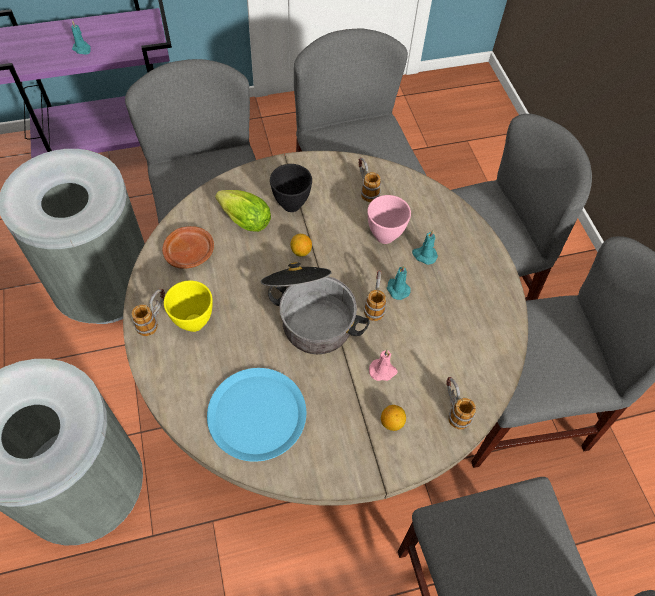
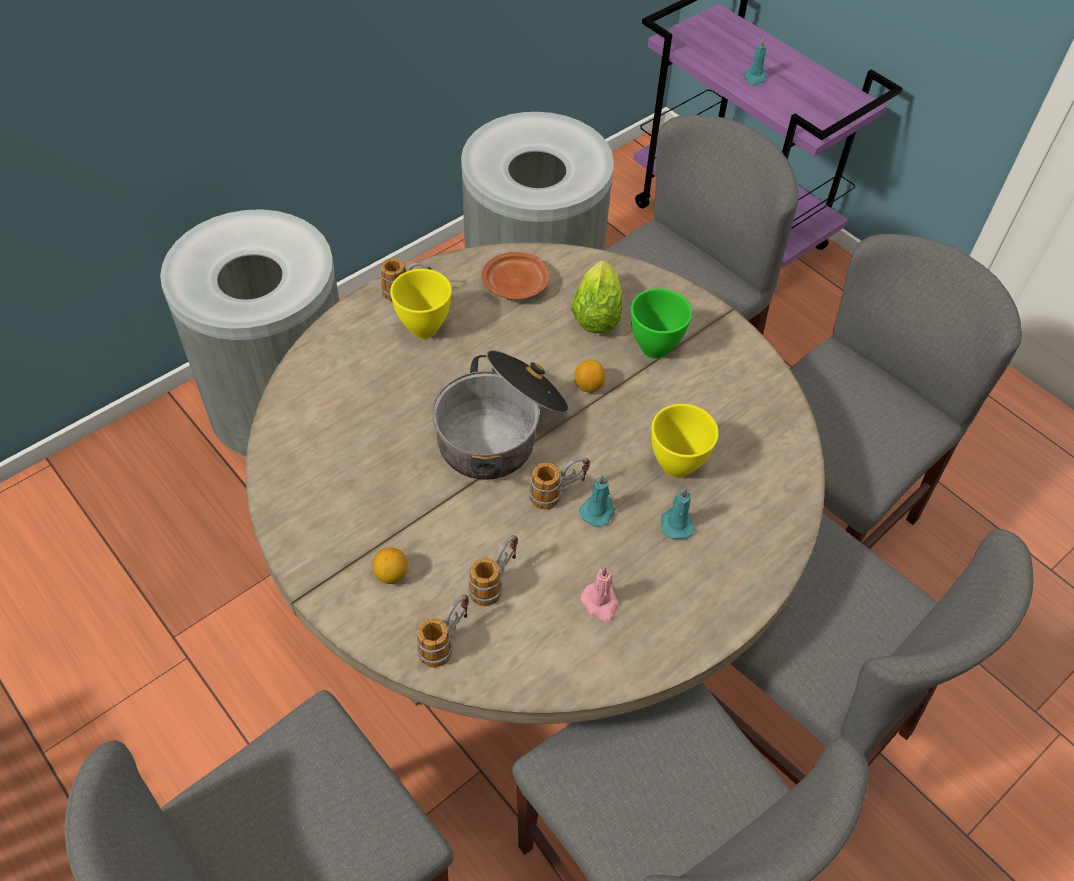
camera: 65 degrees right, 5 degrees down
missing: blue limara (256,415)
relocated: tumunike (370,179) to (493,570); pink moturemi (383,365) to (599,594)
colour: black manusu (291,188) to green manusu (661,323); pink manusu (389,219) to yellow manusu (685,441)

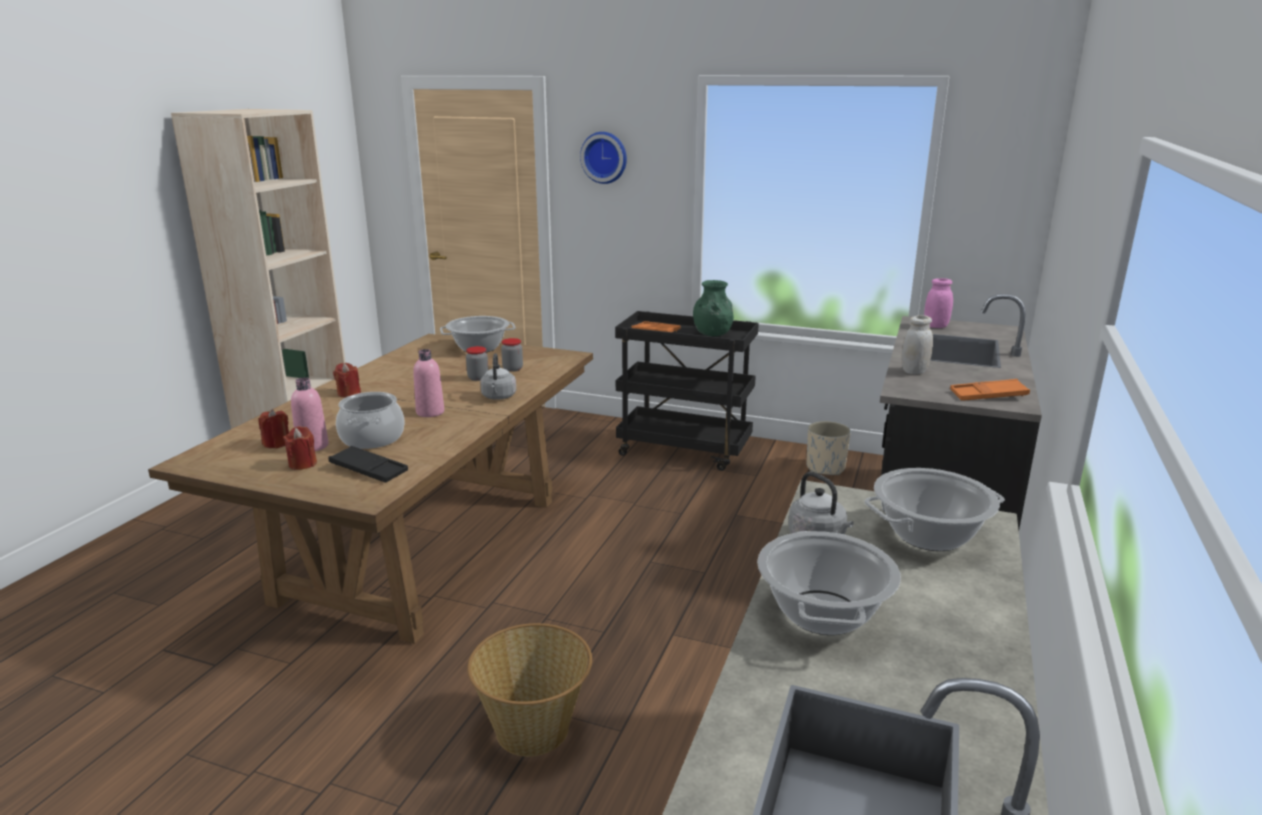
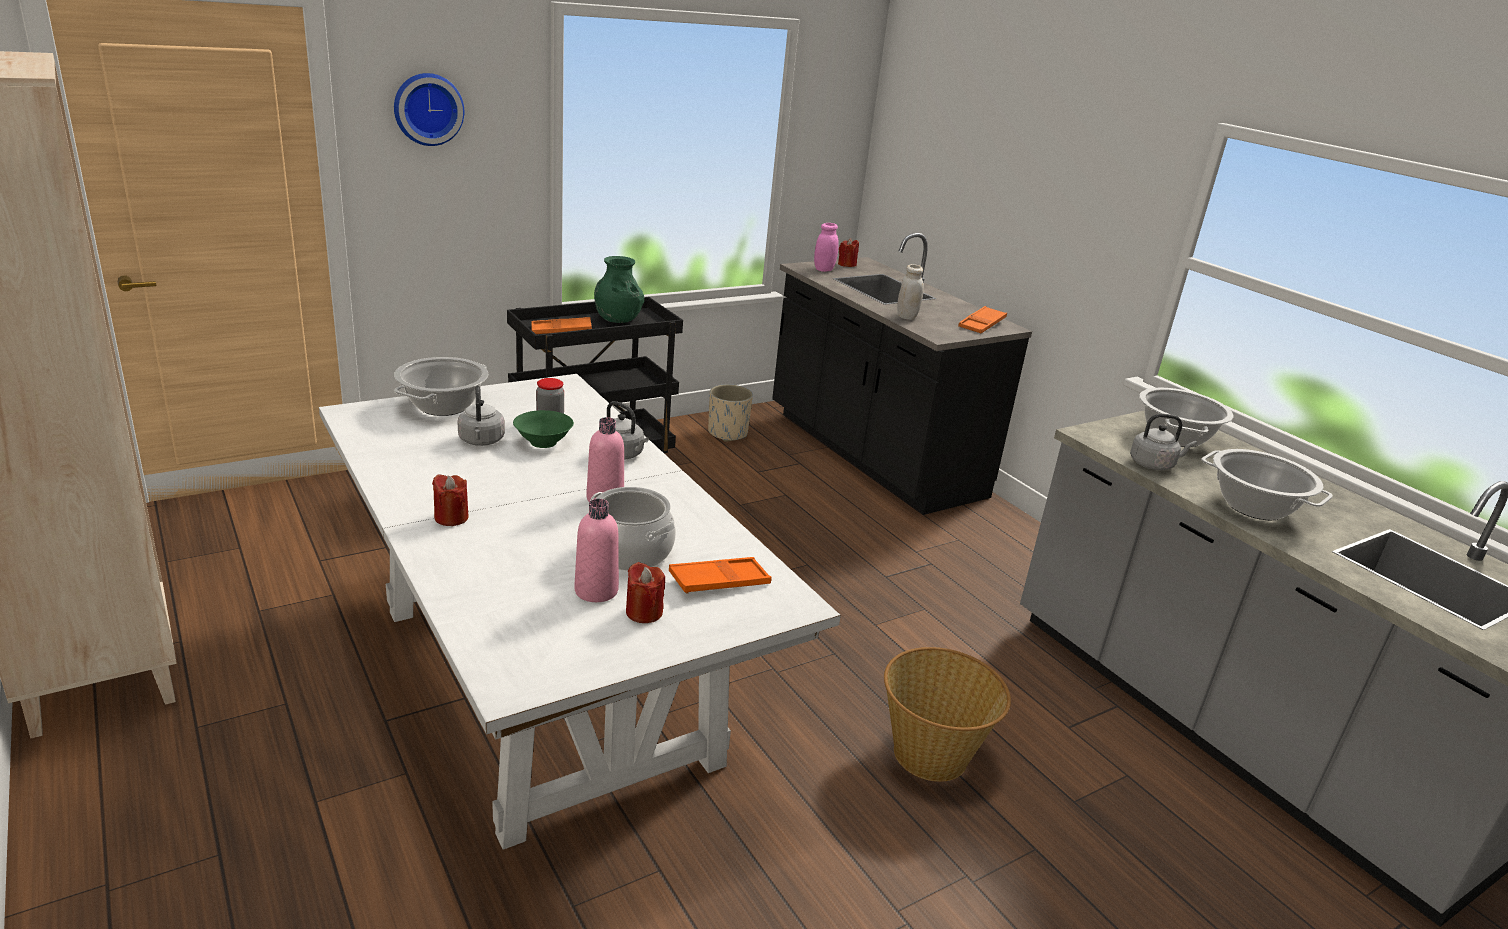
camera: 55 degrees left, 5 degrees up
appeared: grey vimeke (481,415)
relocated: red moturemi (273,428) to (848,252)
exchanged: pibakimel (477,363) to green manusu (543,429)
colour: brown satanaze (370,489) to white satanaze (580,612); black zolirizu (368,464) to orange zolirizu (720,575)

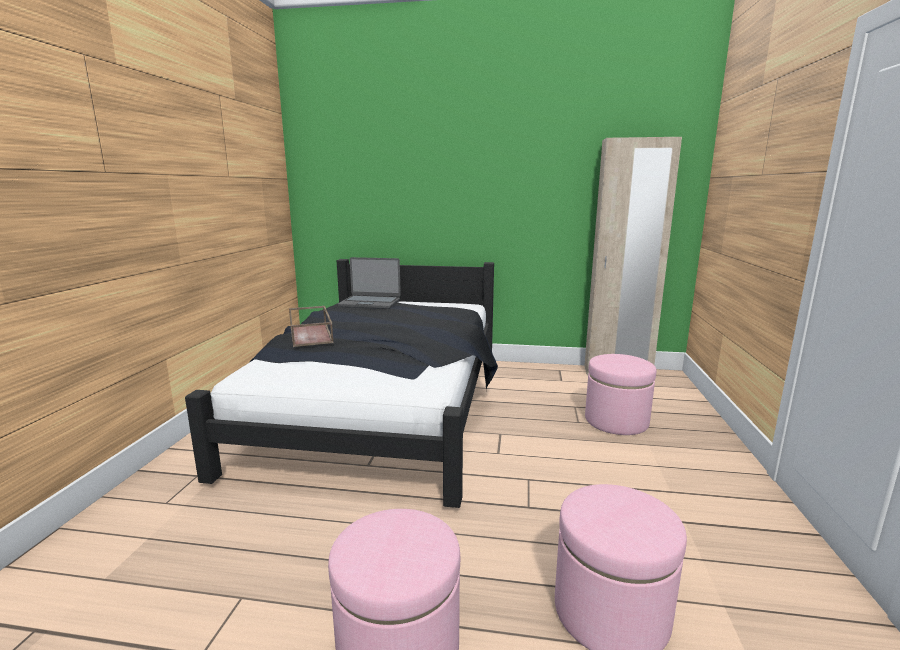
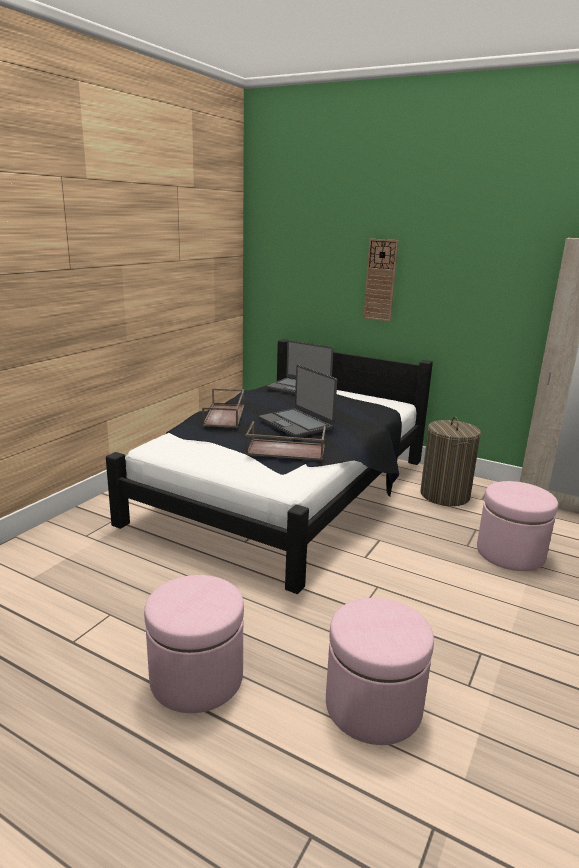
camera: 20 degrees right, 5 degrees up
appeared: brown zolirizu (285,441); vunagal (297,401); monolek (380,280); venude (450,461)

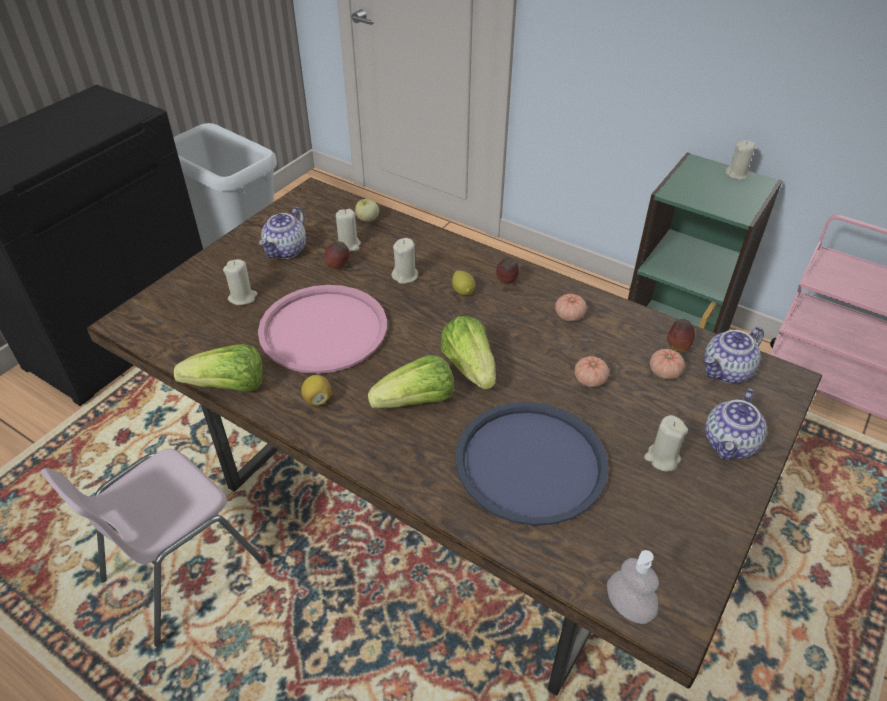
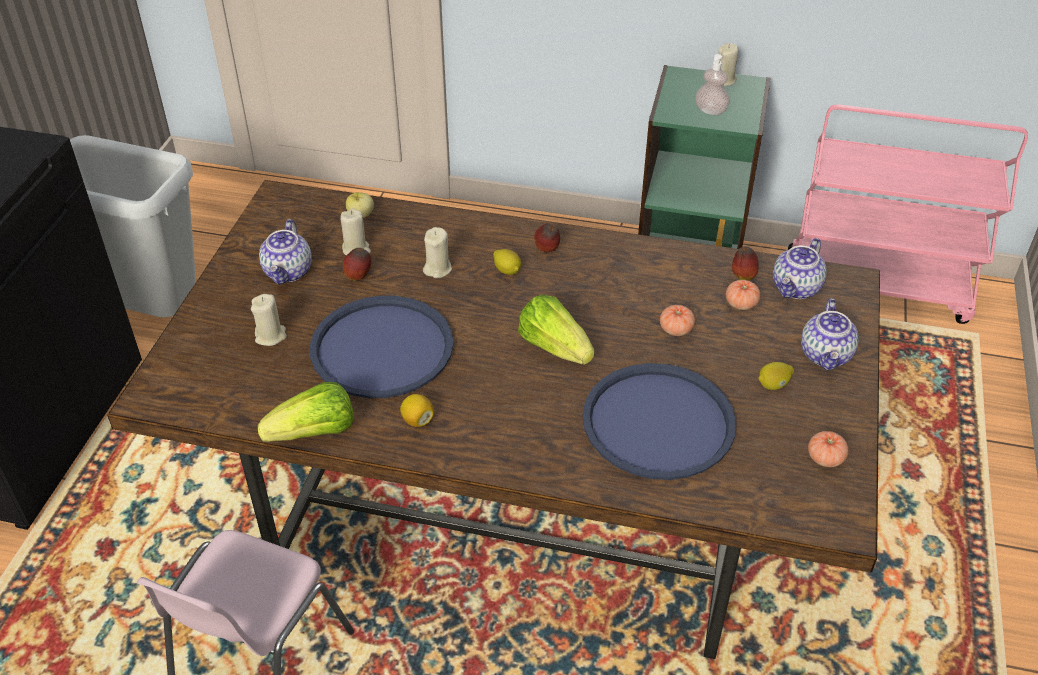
camera: 20 degrees left, 0 degrees up
missing: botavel (411,381)
relocated: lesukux (571,307) to (828,449); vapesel (633,587) to (712,84)
exchanged: beige moturemi (666,443) to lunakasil (776,376)
colour: pink zolirizu (322,329) to blue zolirizu (382,347)

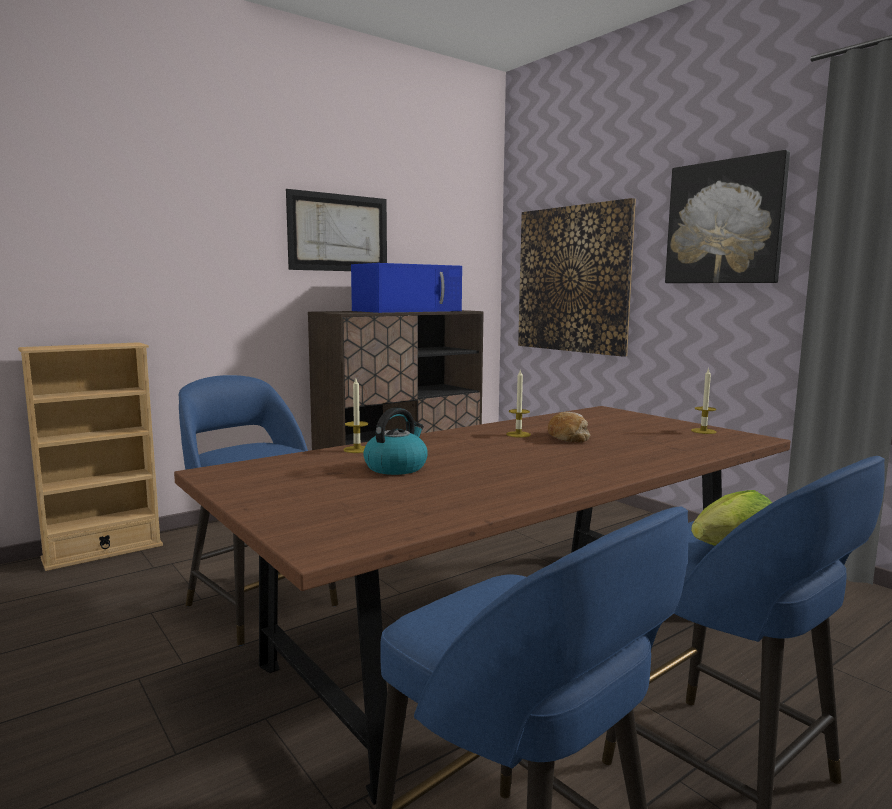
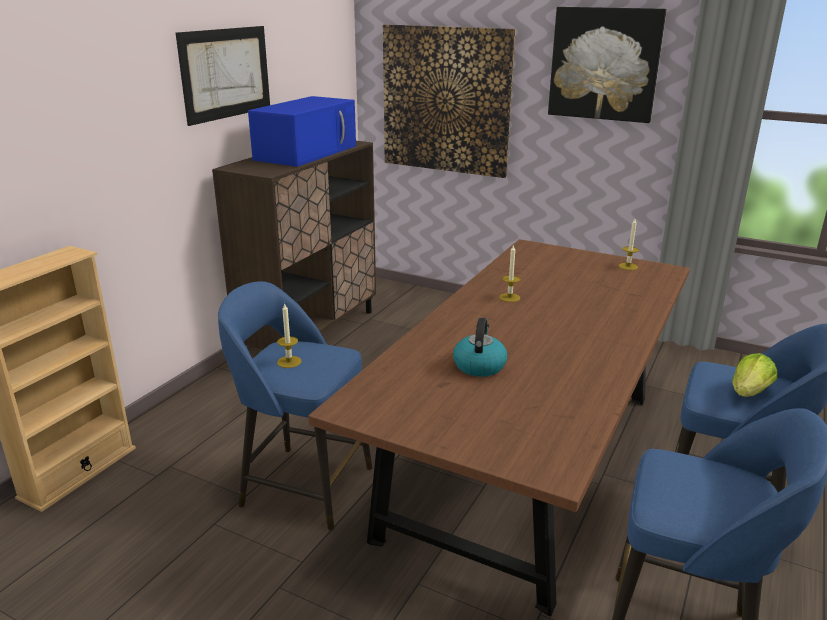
camera: 25 degrees left, 15 degrees up
missing: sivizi (569,427)
relocated: moturemi (355,415) to (289,335)

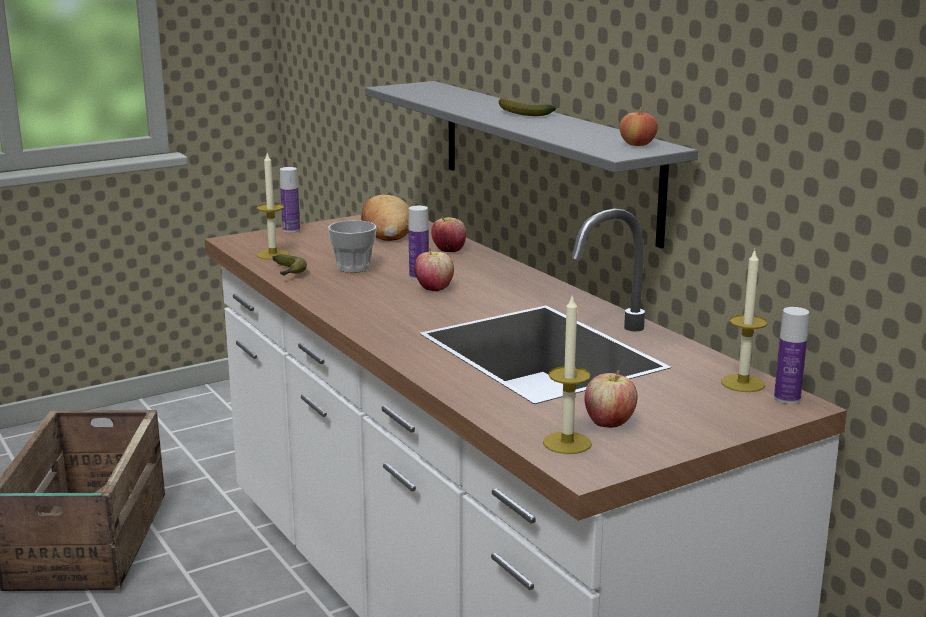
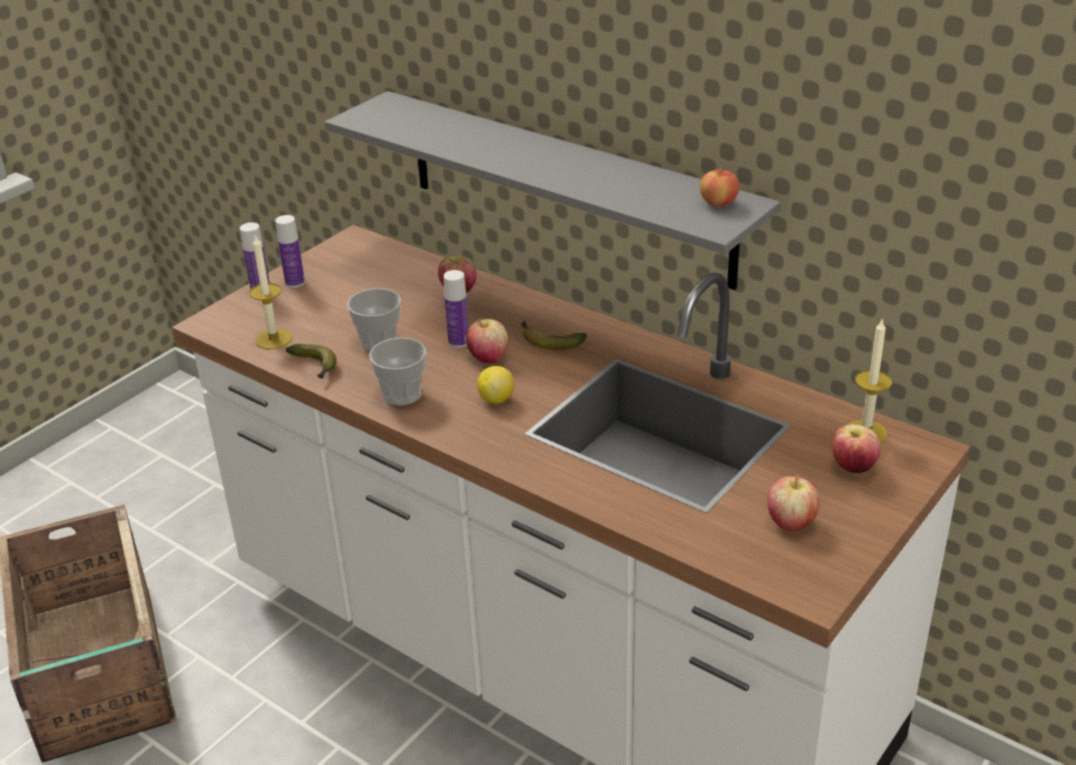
camera: 20 degrees left, 15 degrees up
missing: sivizi (385,218); moturemi (567,374)
appeared: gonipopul (397,372); lunakasil (495,385); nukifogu (856,448)
relocated: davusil (527,106) to (554,335); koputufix (791,355) to (290,251)

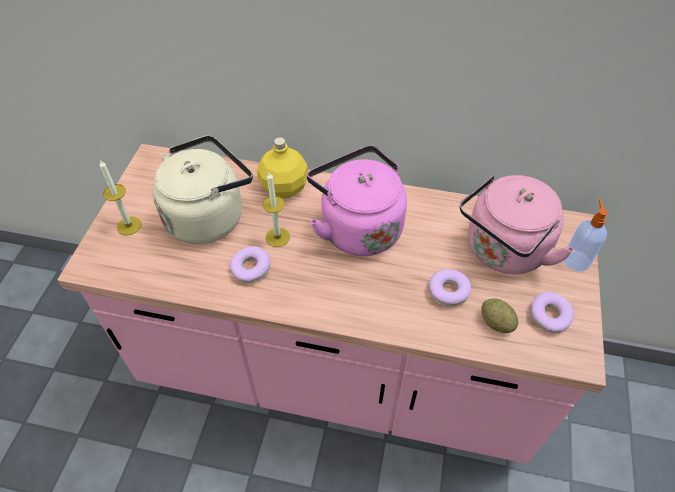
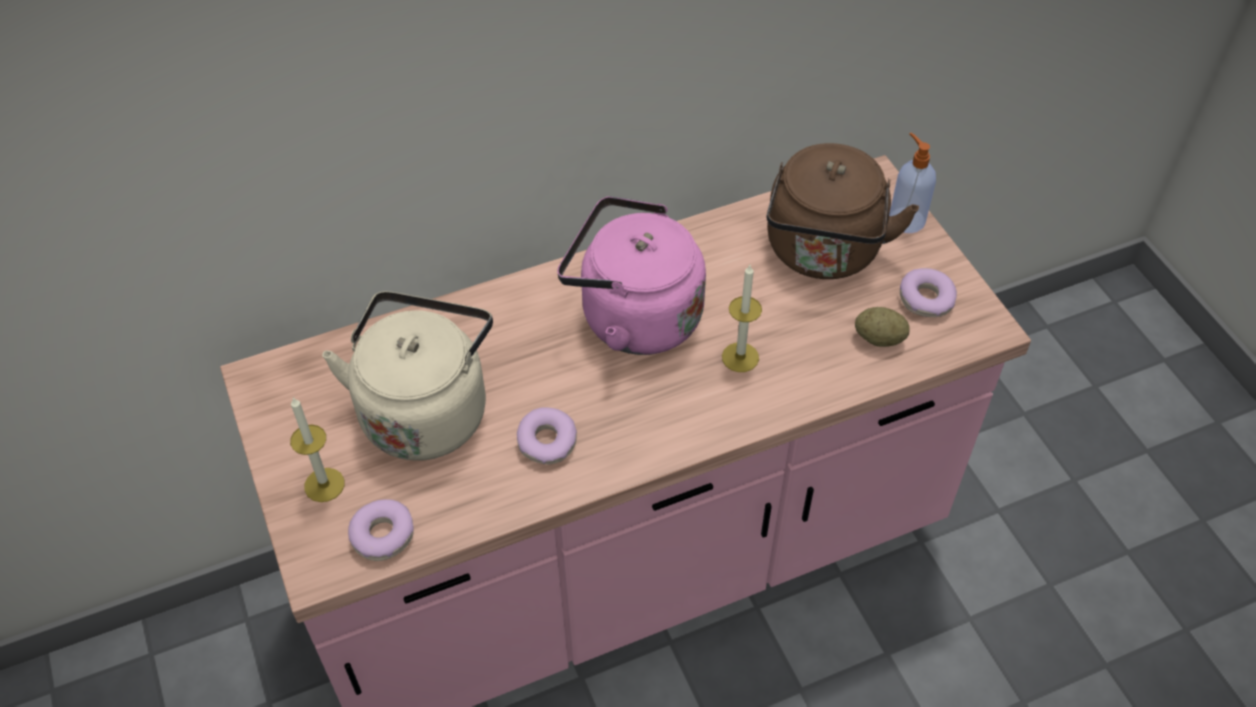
camera: 35 degrees left, 0 degrees up
missing: yellow koputufix (283,167)
relocated: moturemi (276,209) to (742,318); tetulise (450,288) to (381,530)
colour: pink vimeke (517,224) to brown vimeke (842,211)

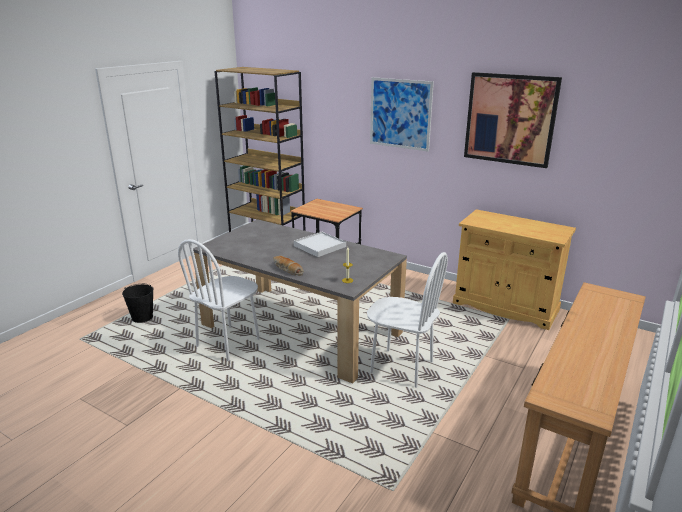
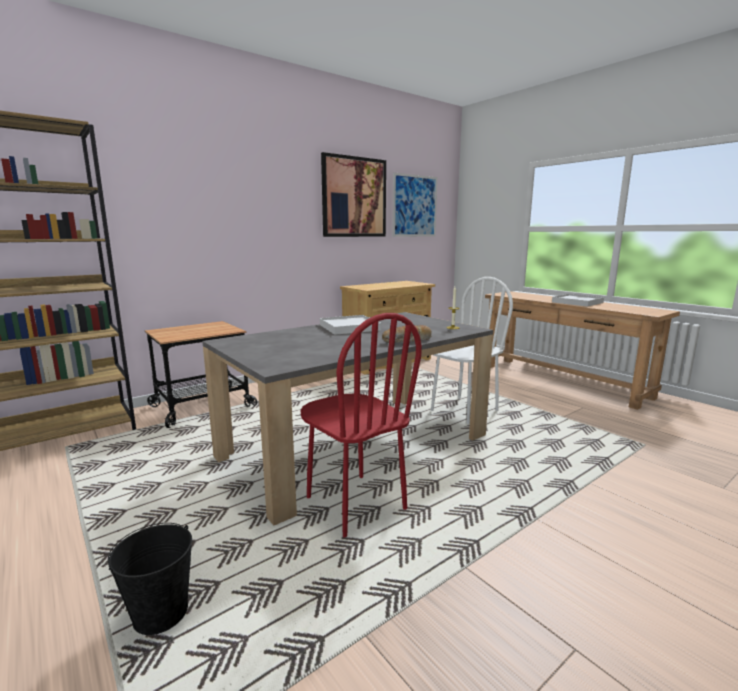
camera: 70 degrees left, 10 degrees down
appeared: white zolirizu (578,300)
relocated: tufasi (402,114) to (415,205)
colour: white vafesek (219,300) to red vafesek (361,425)

